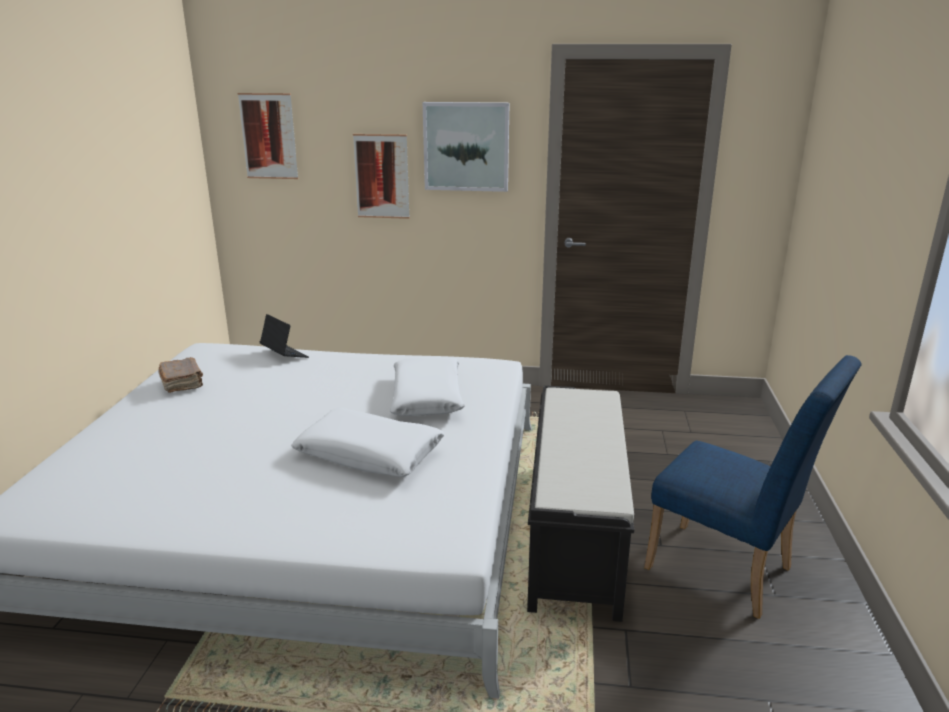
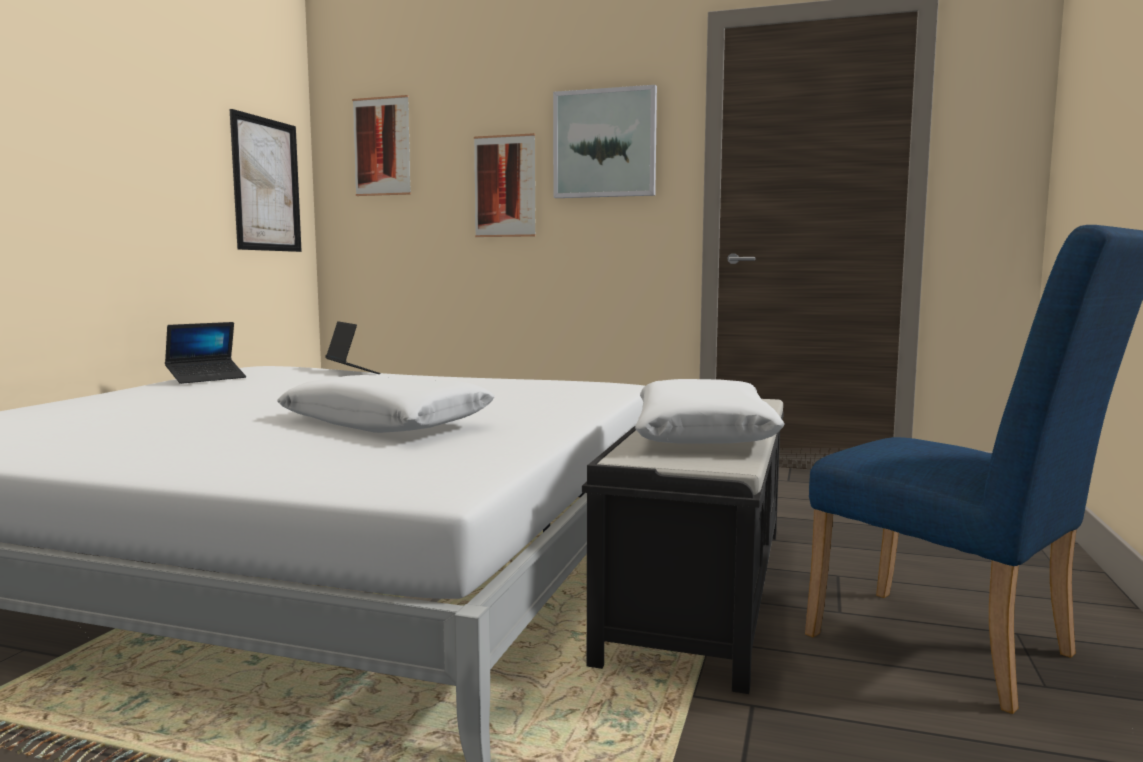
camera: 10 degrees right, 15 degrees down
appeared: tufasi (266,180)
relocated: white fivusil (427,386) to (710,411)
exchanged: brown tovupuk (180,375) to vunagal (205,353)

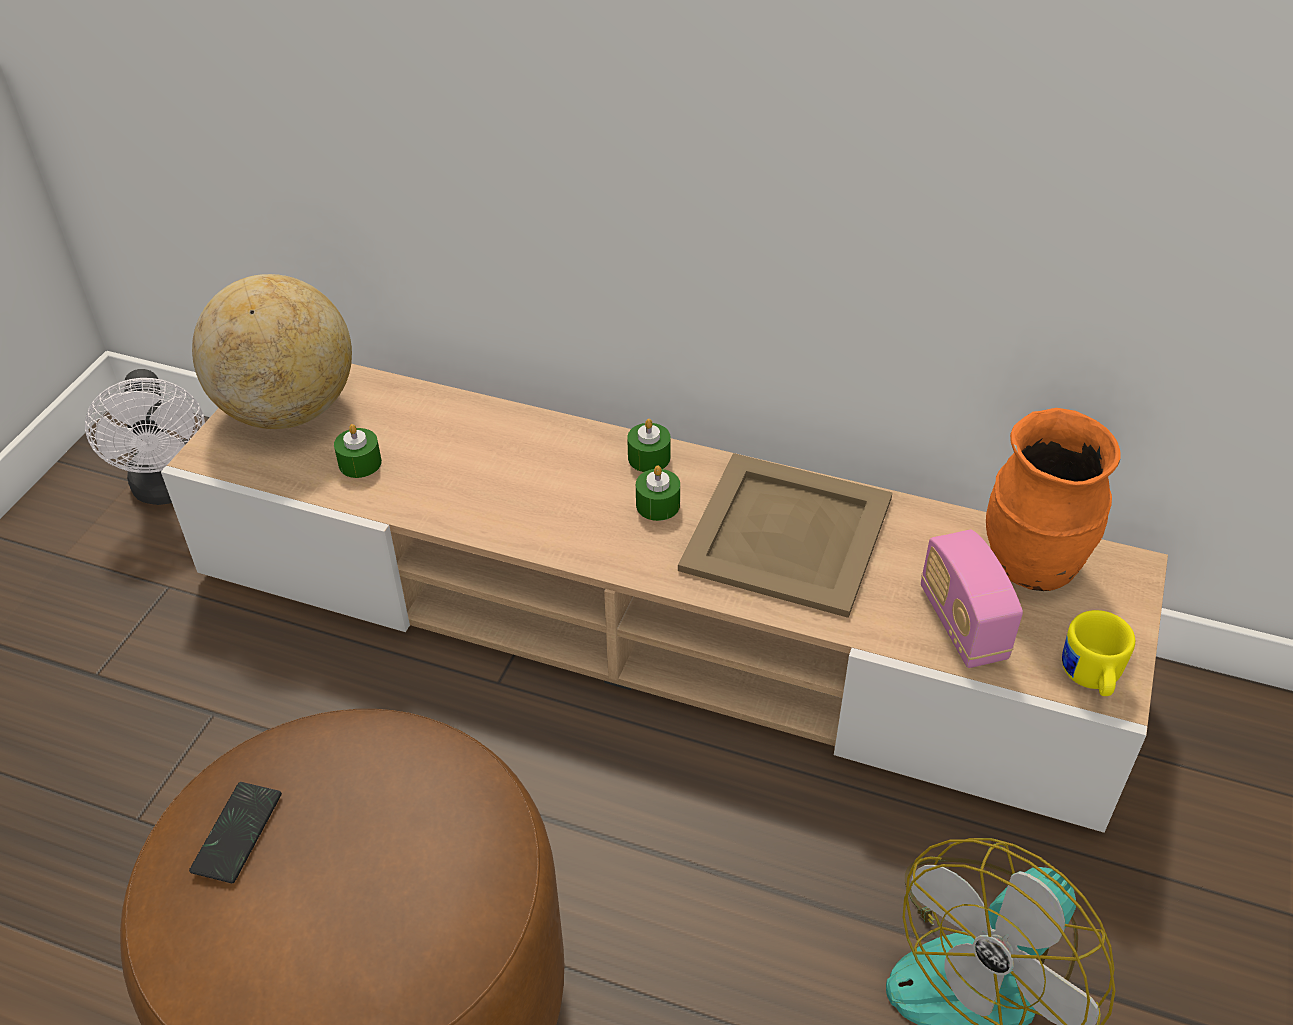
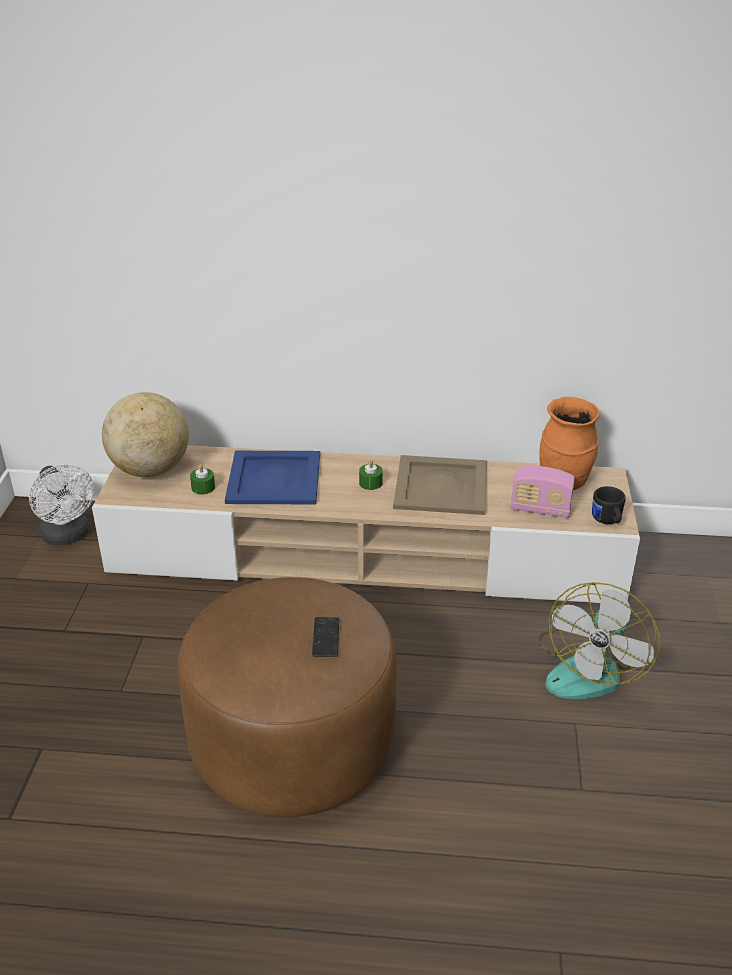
camera: 15 degrees left, 10 degrees down
missing: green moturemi (648,445)
appeared: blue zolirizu (272,477)
relocated: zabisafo (235,832) to (325,637)
colour: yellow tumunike (1098,653) to black tumunike (609,505)
spun: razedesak (972,599) = (543,492) 45 degrees counterclockwise

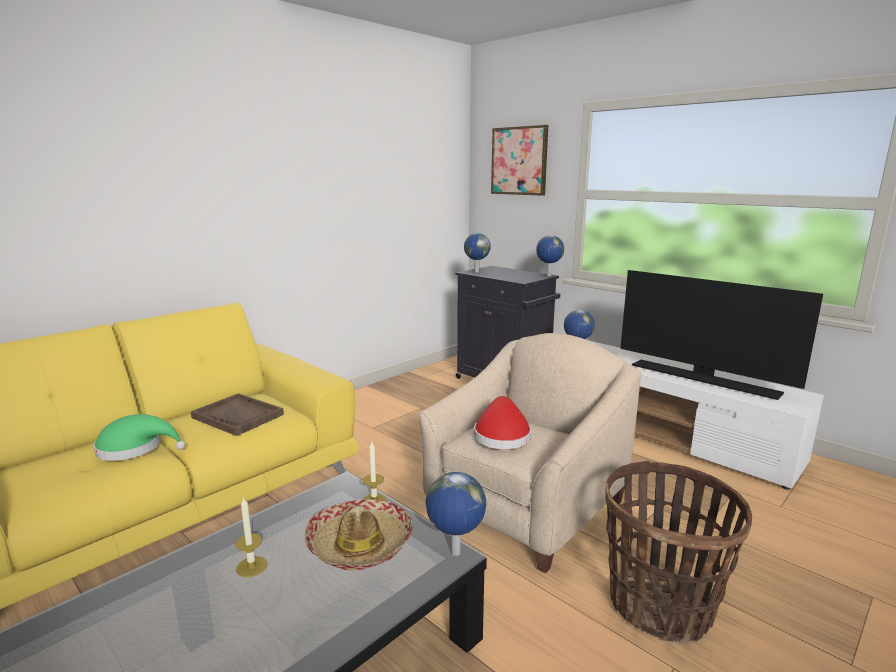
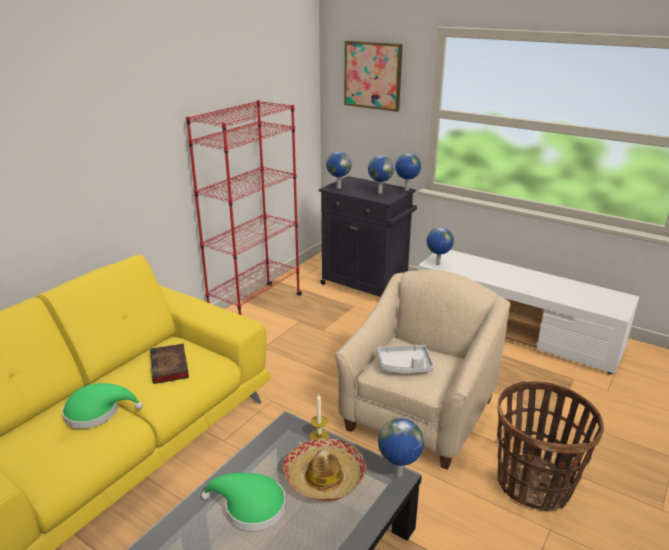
camera: 10 degrees left, 10 degrees up
missing: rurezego (721,335)
appeared: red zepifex (244,207); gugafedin (381,175)
exchanged: brown zolirizu (237,414) to tovupuk (169,363); moturemi (251,536) to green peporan (243,502); red peporan (502,422) to grey zolirizu (405,359)

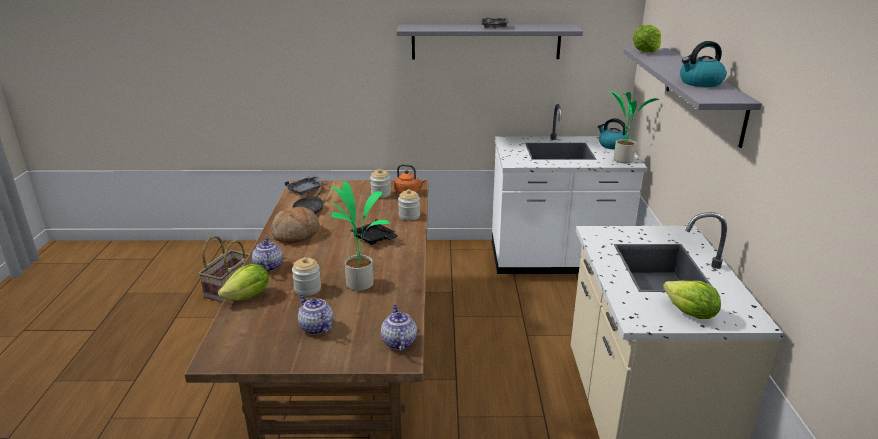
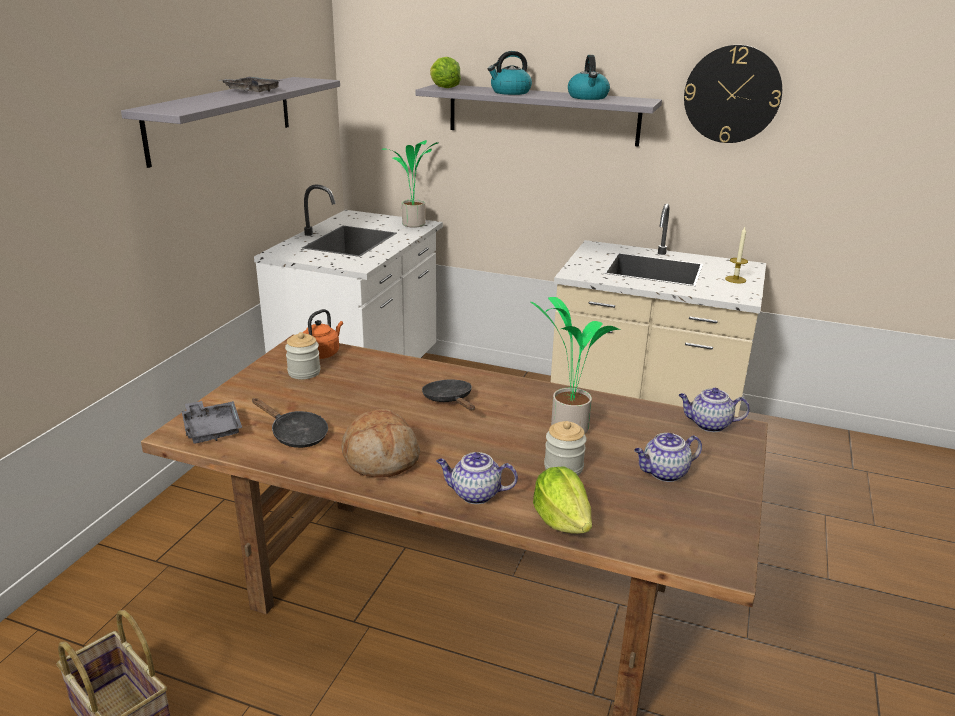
camera: 70 degrees left, 0 degrees up
missing: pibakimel (409,205)
appeared: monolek (733,94)
relocated: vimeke (613,134) to (510,73)
exchanged: black zolirizu (374,232) to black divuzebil (448,395); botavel (692,300) to moturemi (736,255)

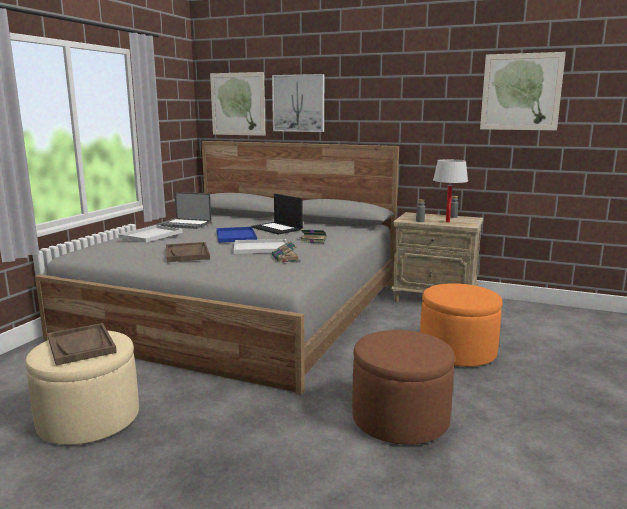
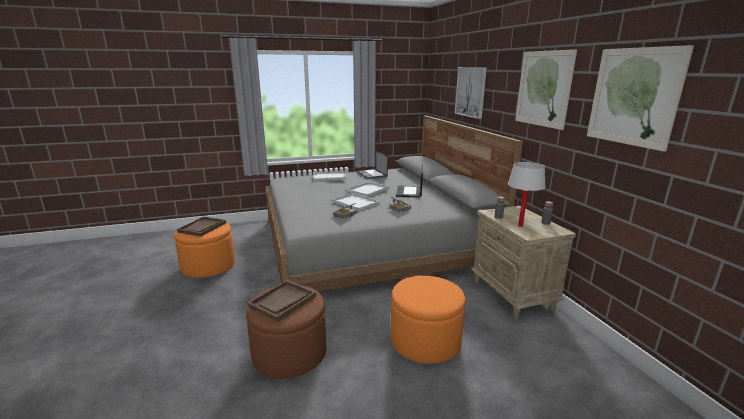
camera: 50 degrees right, 5 degrees up
relocated: brown zolirizu (188,252) to (281,301); tufasi (237,104) to (546,89)
colour: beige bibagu (82,388) to orange bibagu (204,250); blue zolirizu (236,235) to white zolirizu (368,189)

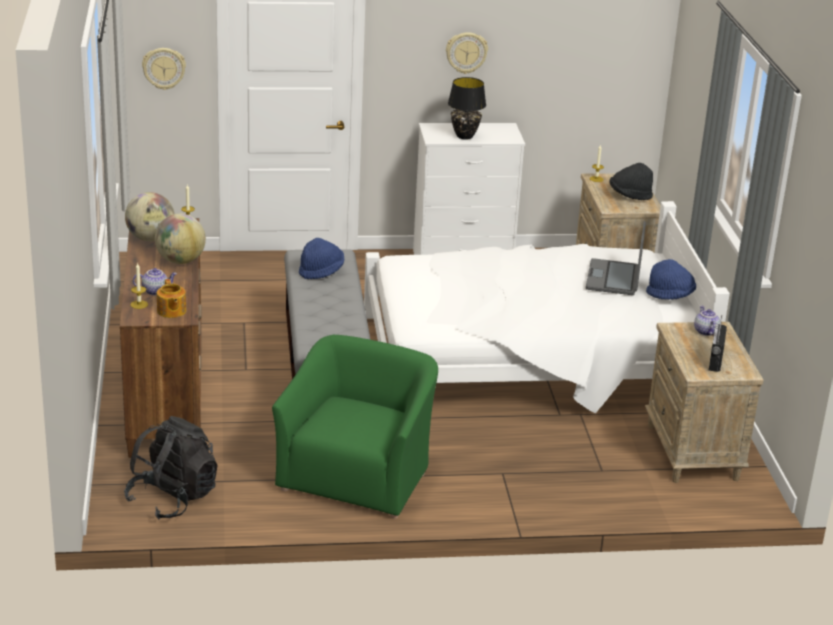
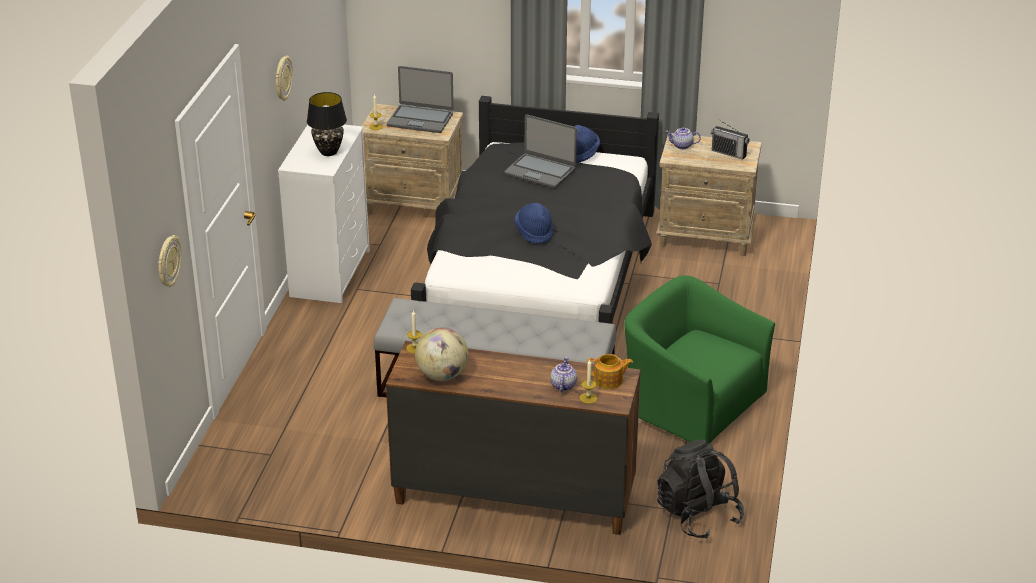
camera: 70 degrees left, 5 degrees up
missing: gugafedin (180,239)
relocated: blue peporan (321,258) to (533,223)
exchanged: black peporan (631,181) to vunagal (420,99)
colour: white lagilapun (547,307) to black lagilapun (535,210)

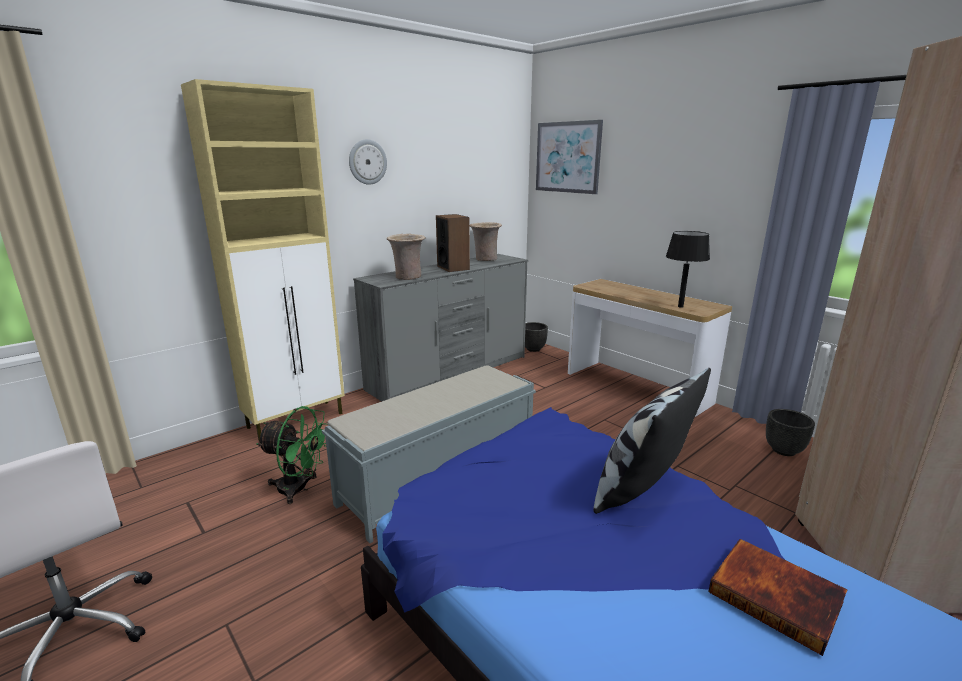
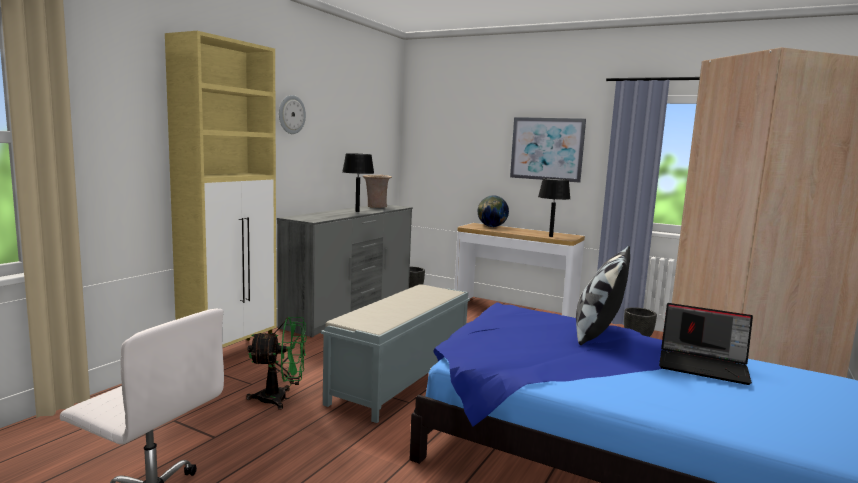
camera: 20 degrees left, 10 degrees down
missing: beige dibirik (406,257)
appeared: gugafedin (493,211)
relocated: tufasi (569,157) to (548,150)
exchanged: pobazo (453,243) to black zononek (358,182); tovupuk (777,597) to vunagal (706,344)

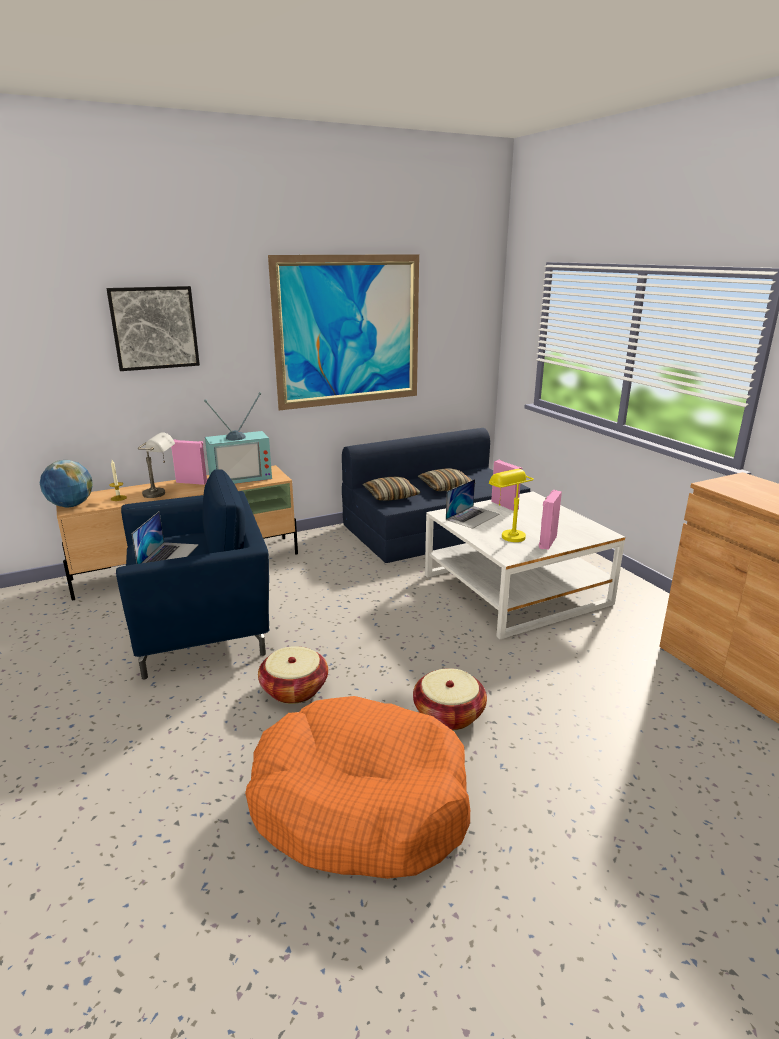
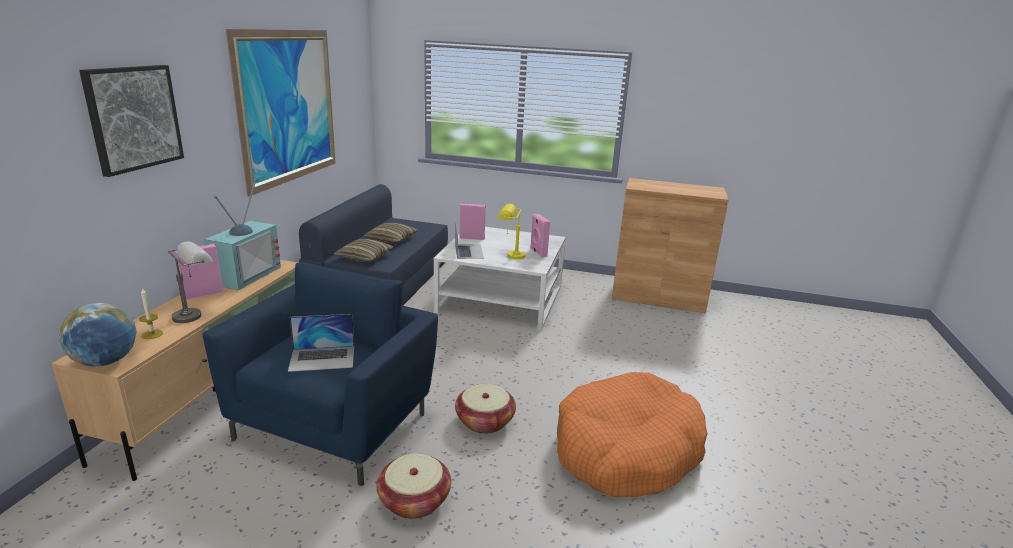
camera: 50 degrees left, 0 degrees up
relocated: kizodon (450,699) to (414,486)
spun: vunagal (165,537) = (321,343) 120 degrees clockwise

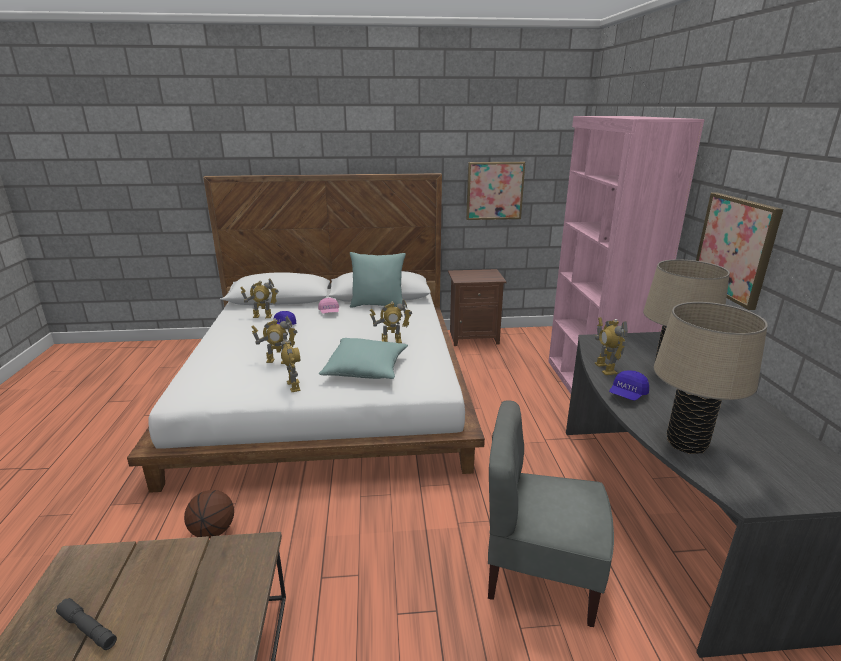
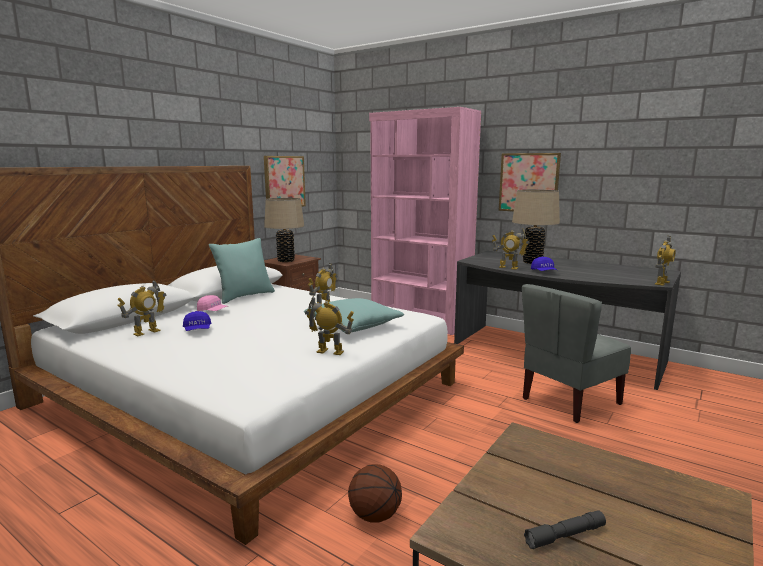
camera: 50 degrees left, 10 degrees down
relocated: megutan (275,340) to (665,261); beige zononek (711,378) to (284,230)

